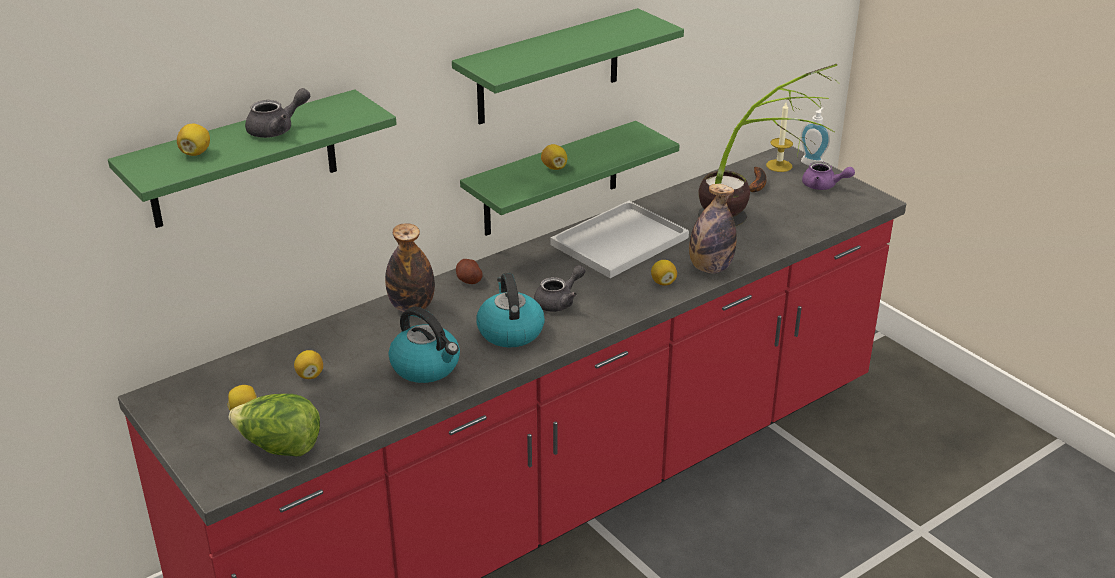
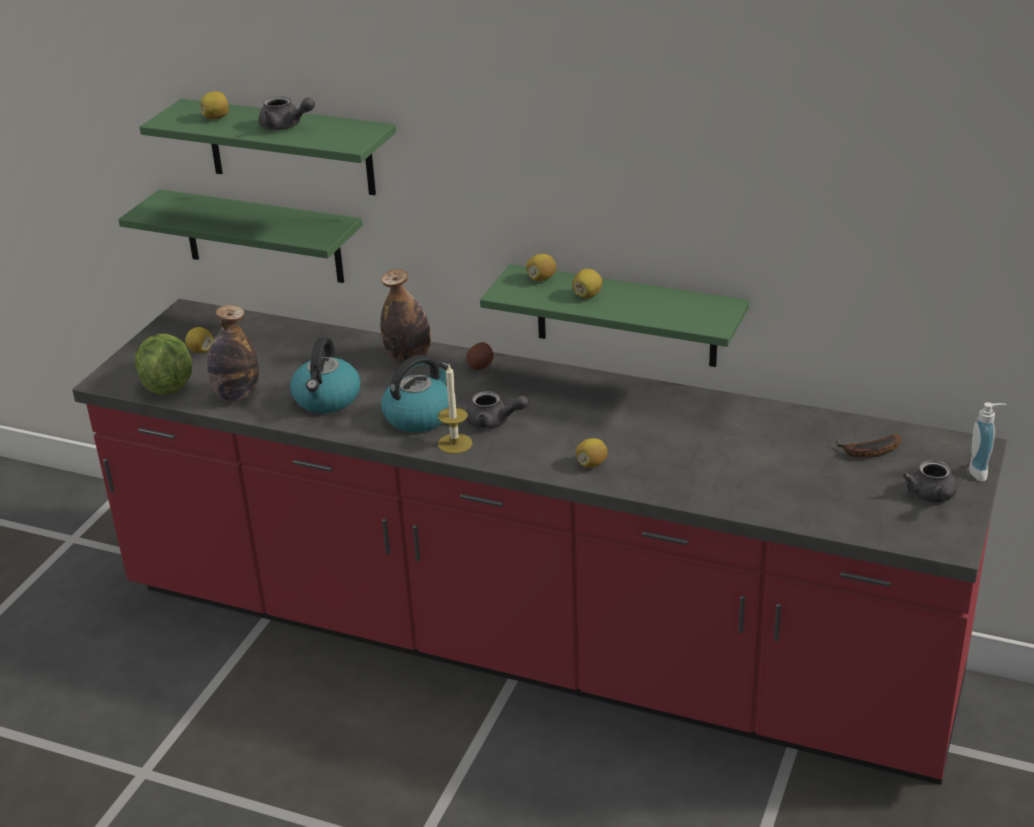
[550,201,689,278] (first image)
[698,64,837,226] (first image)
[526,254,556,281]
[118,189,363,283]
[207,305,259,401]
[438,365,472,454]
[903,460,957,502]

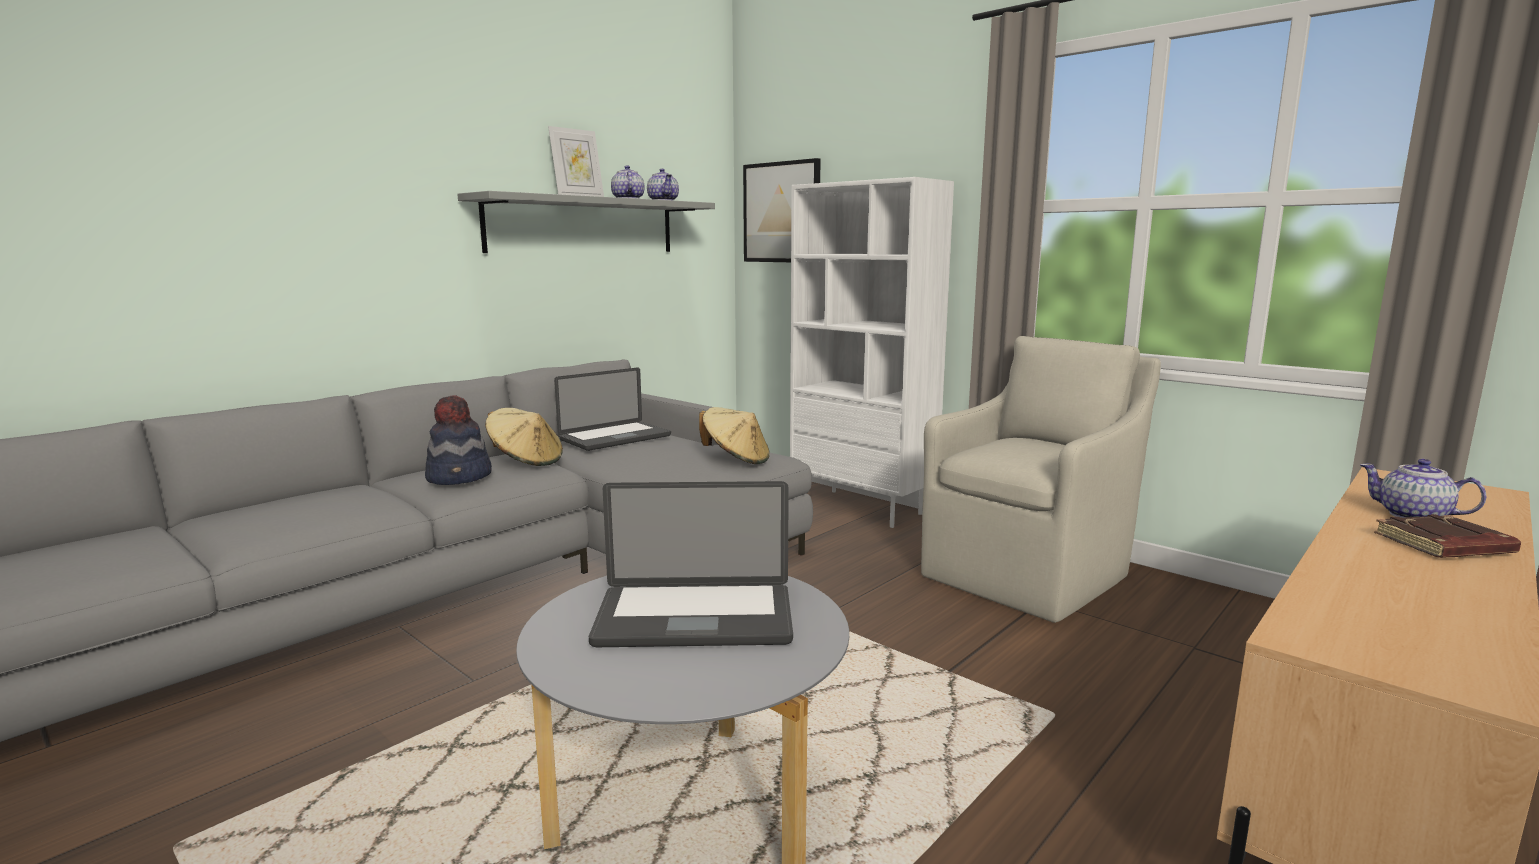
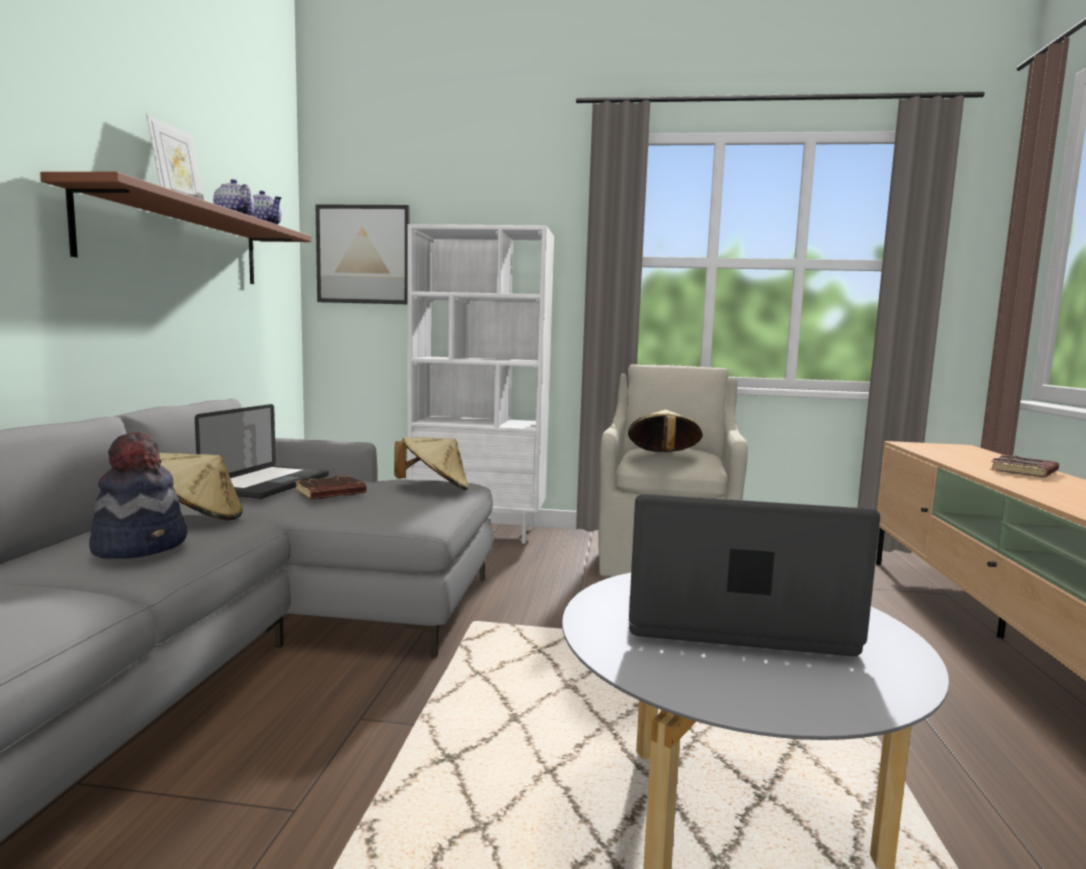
[1360,459,1487,518] (first image)
[295,476,366,499]
[628,410,703,452]
[40,172,312,284]
[629,494,880,656]

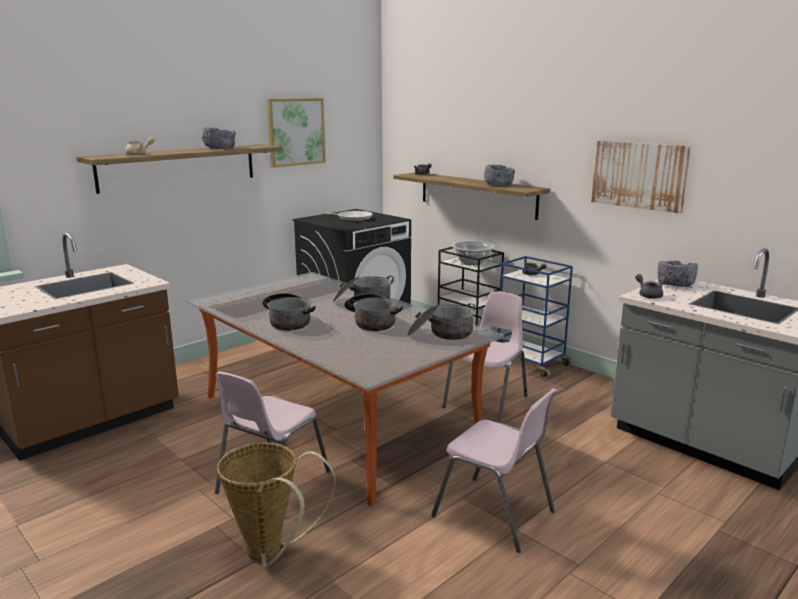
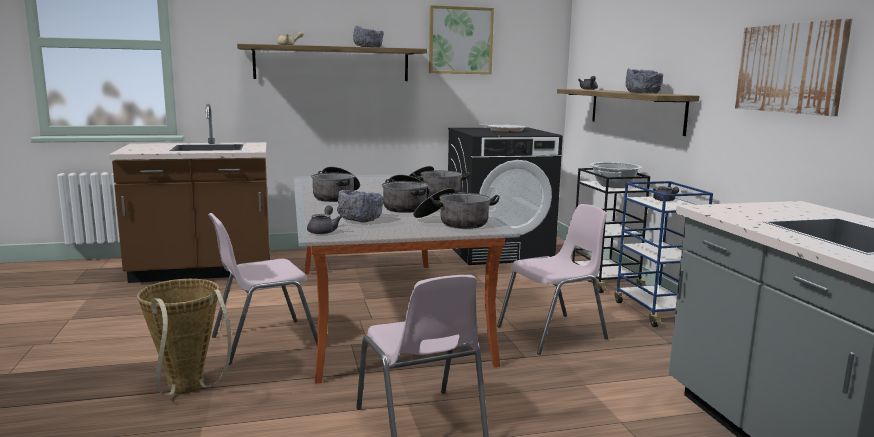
[307,205,342,234]
[337,190,383,223]

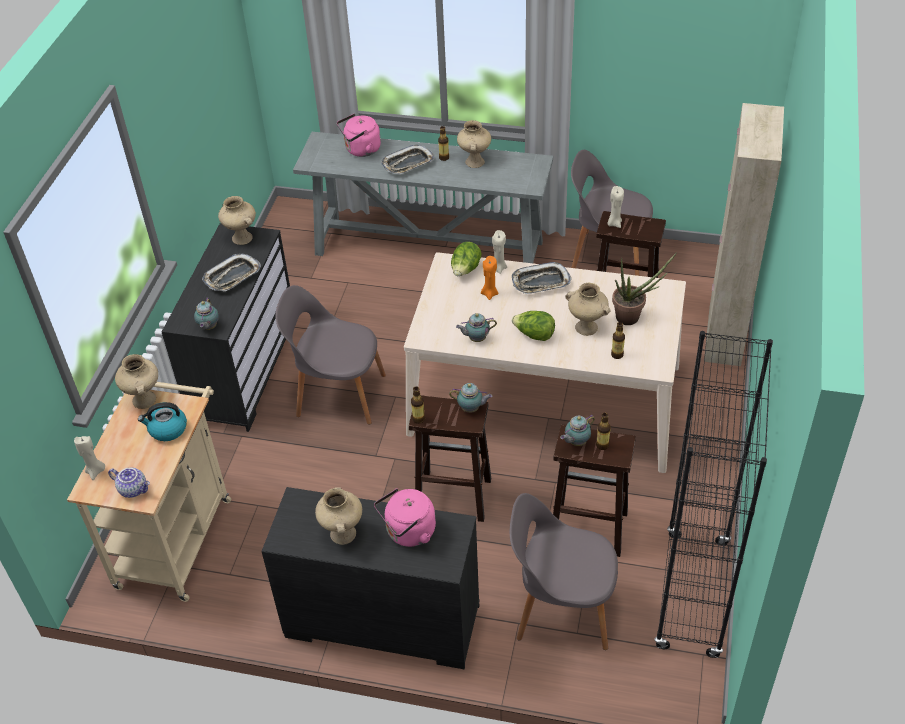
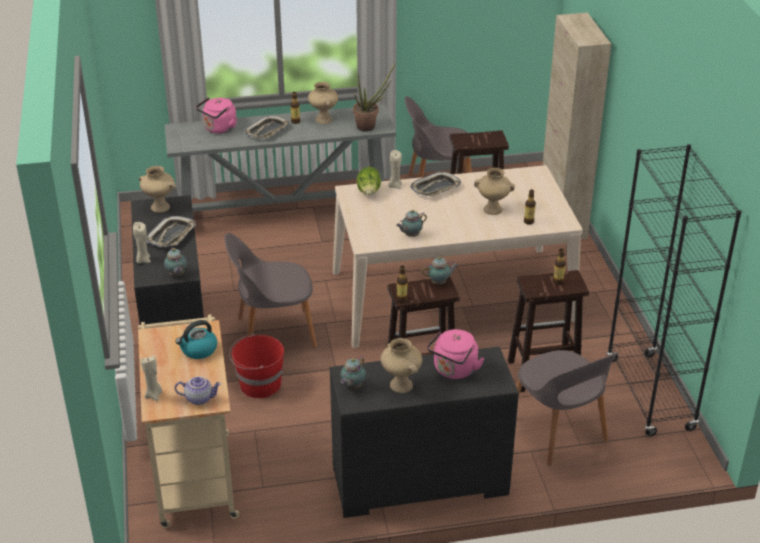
[115,354,158,409] (first image)
[481,256,498,300] (first image)
[512,311,555,341] (first image)
[229,334,284,398]
[341,357,366,389]
[133,222,151,264]
[353,62,396,132]
[516,350,620,466]

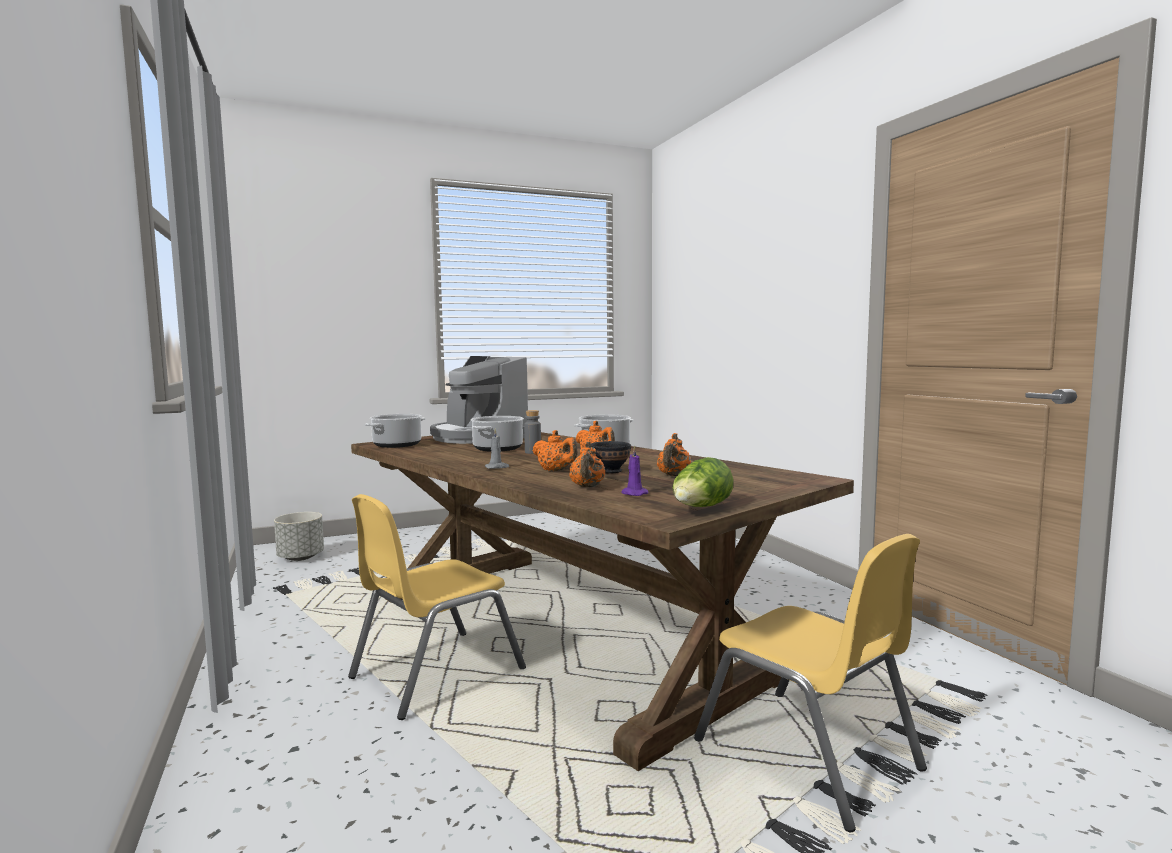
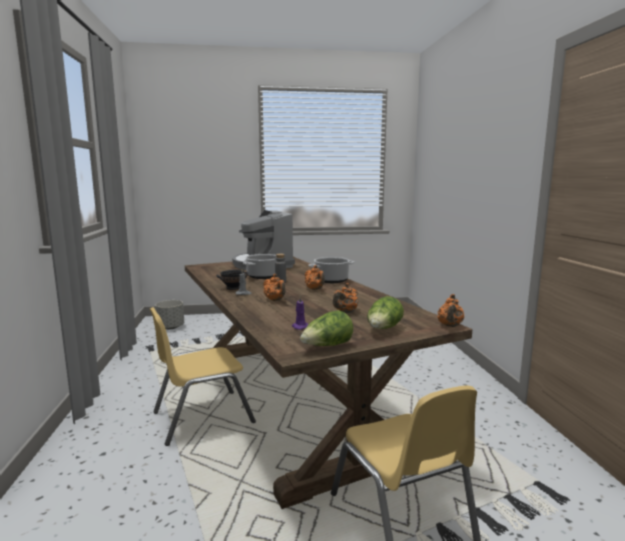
[365,414,426,448] (first image)
[367,296,404,329]
[438,294,464,327]
[216,270,249,290]

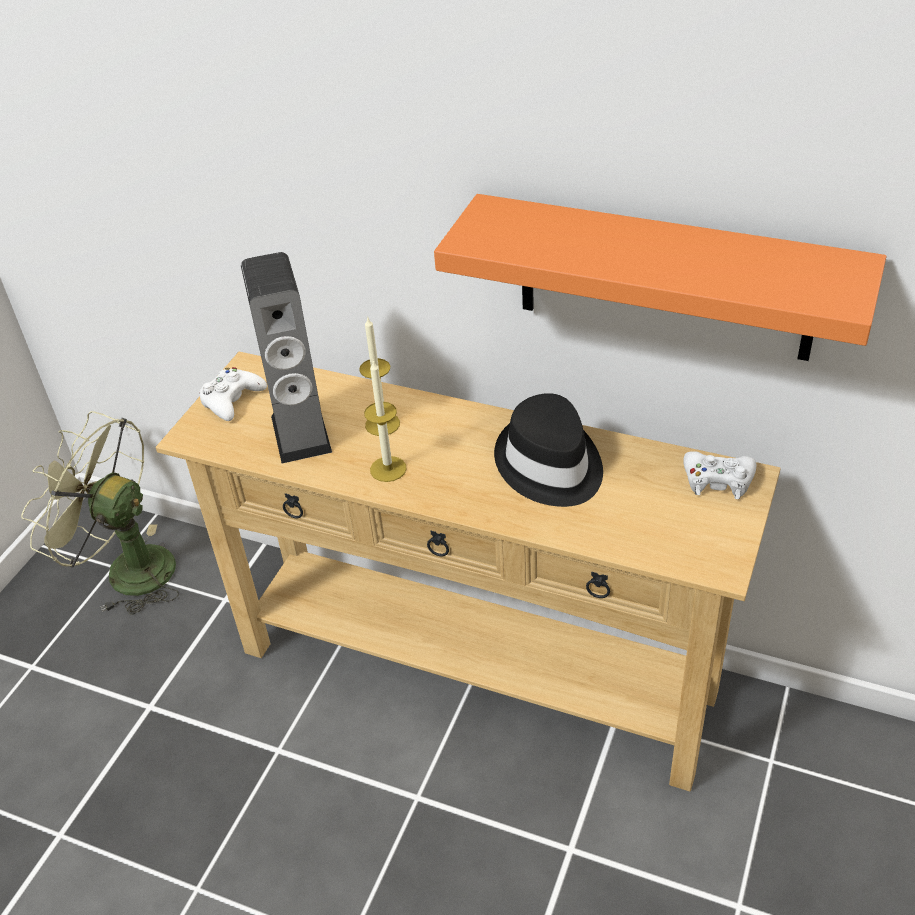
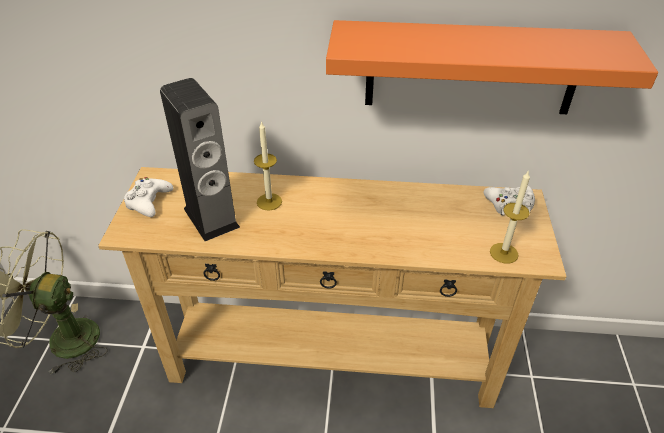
[494,393,603,507] (first image)
[490,170,530,264]

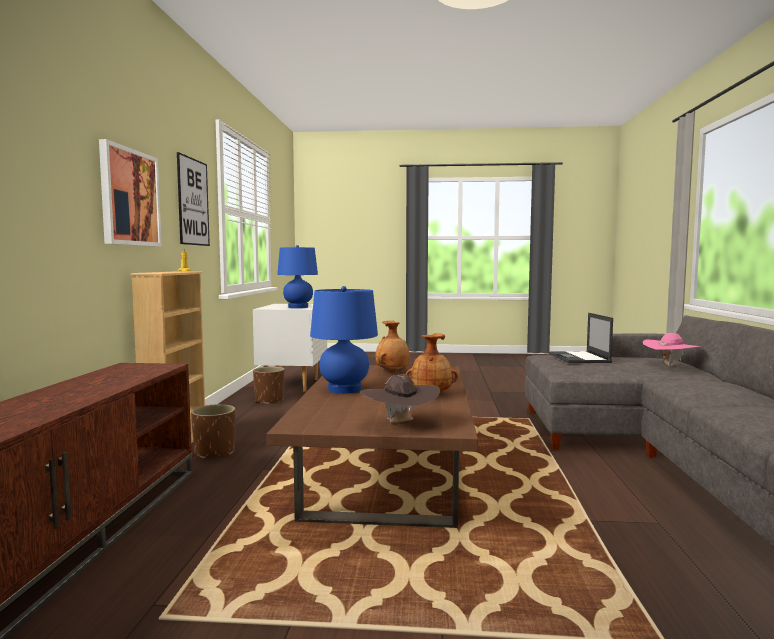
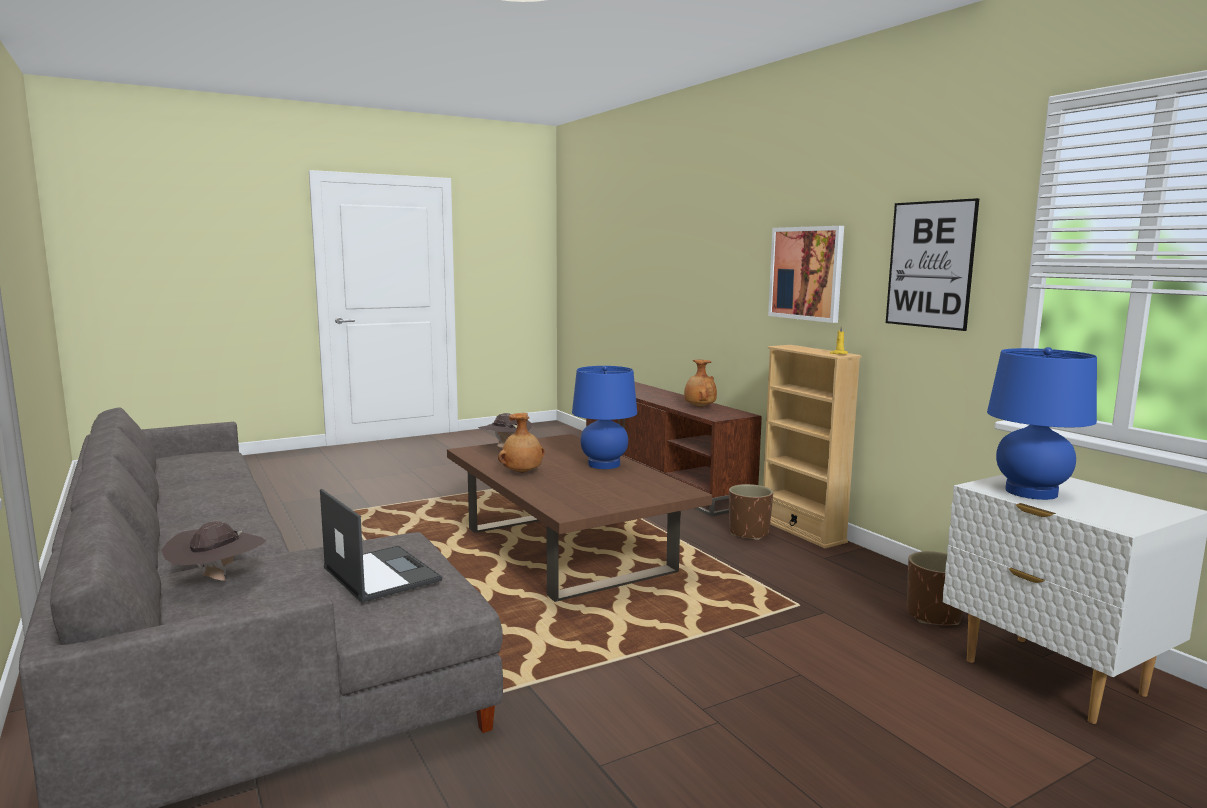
[684,360,717,407]
[161,521,266,581]

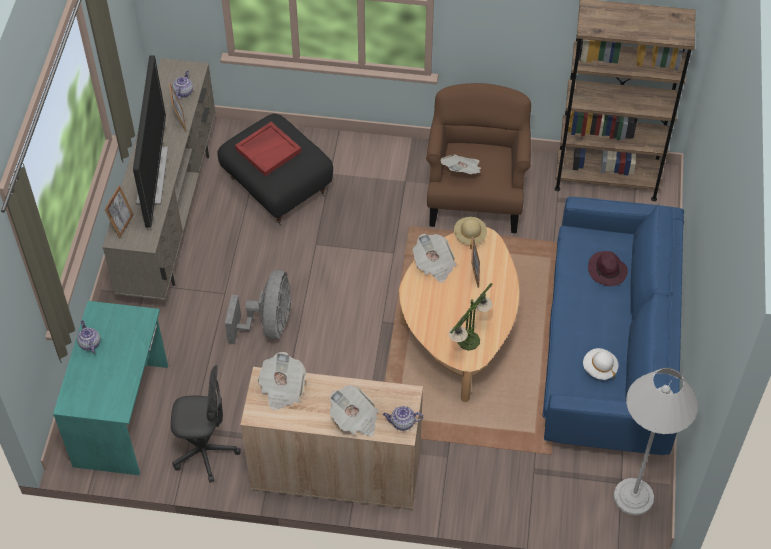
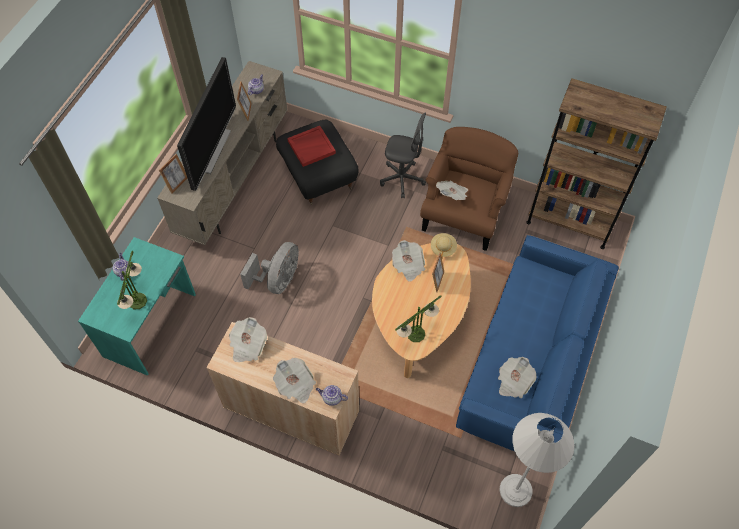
[588,251,628,286] (first image)
[117,251,147,309]
[380,113,426,198]
[498,357,536,398]

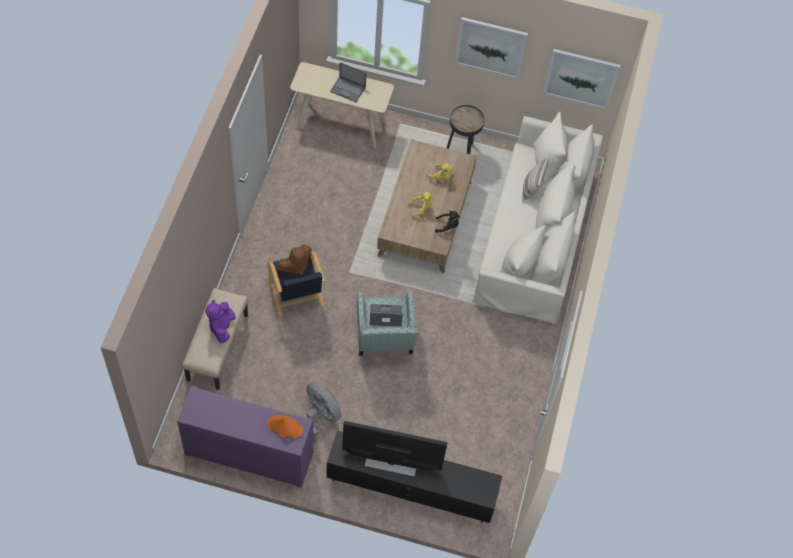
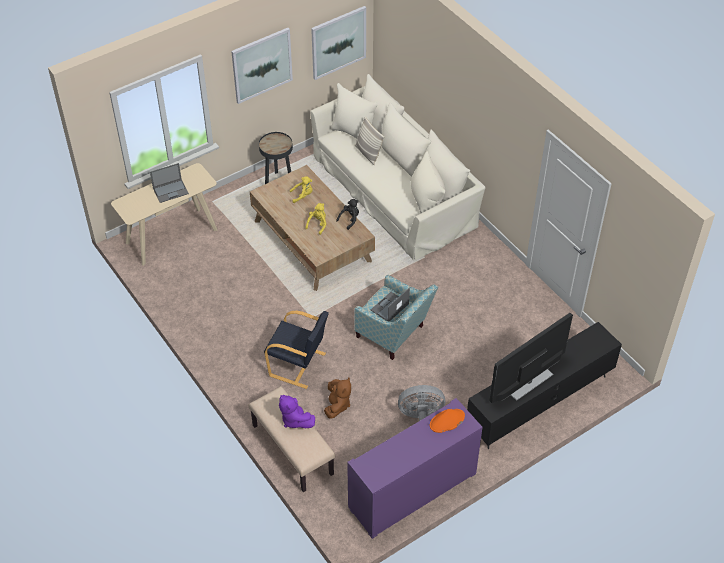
[324,378,351,419]

